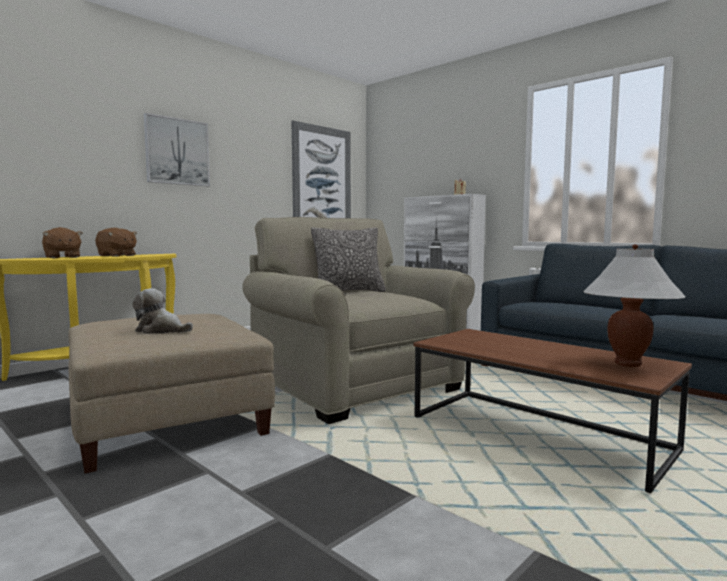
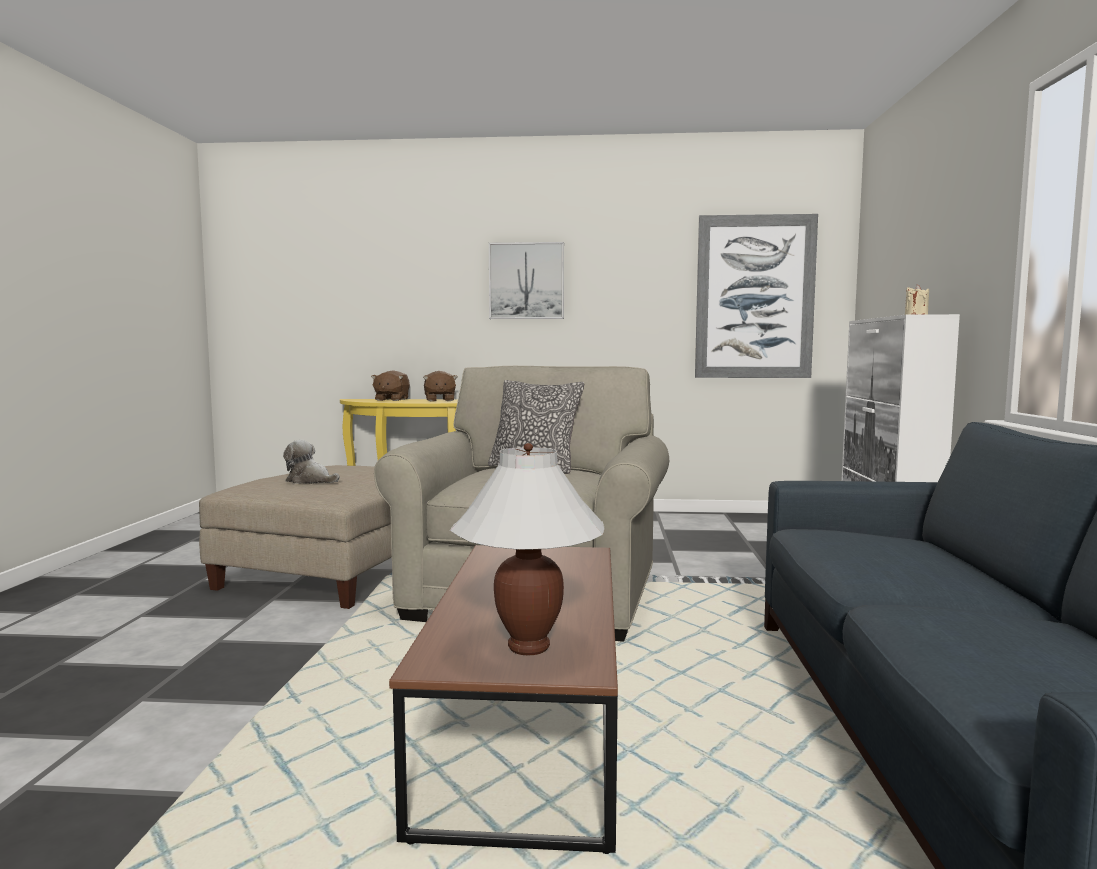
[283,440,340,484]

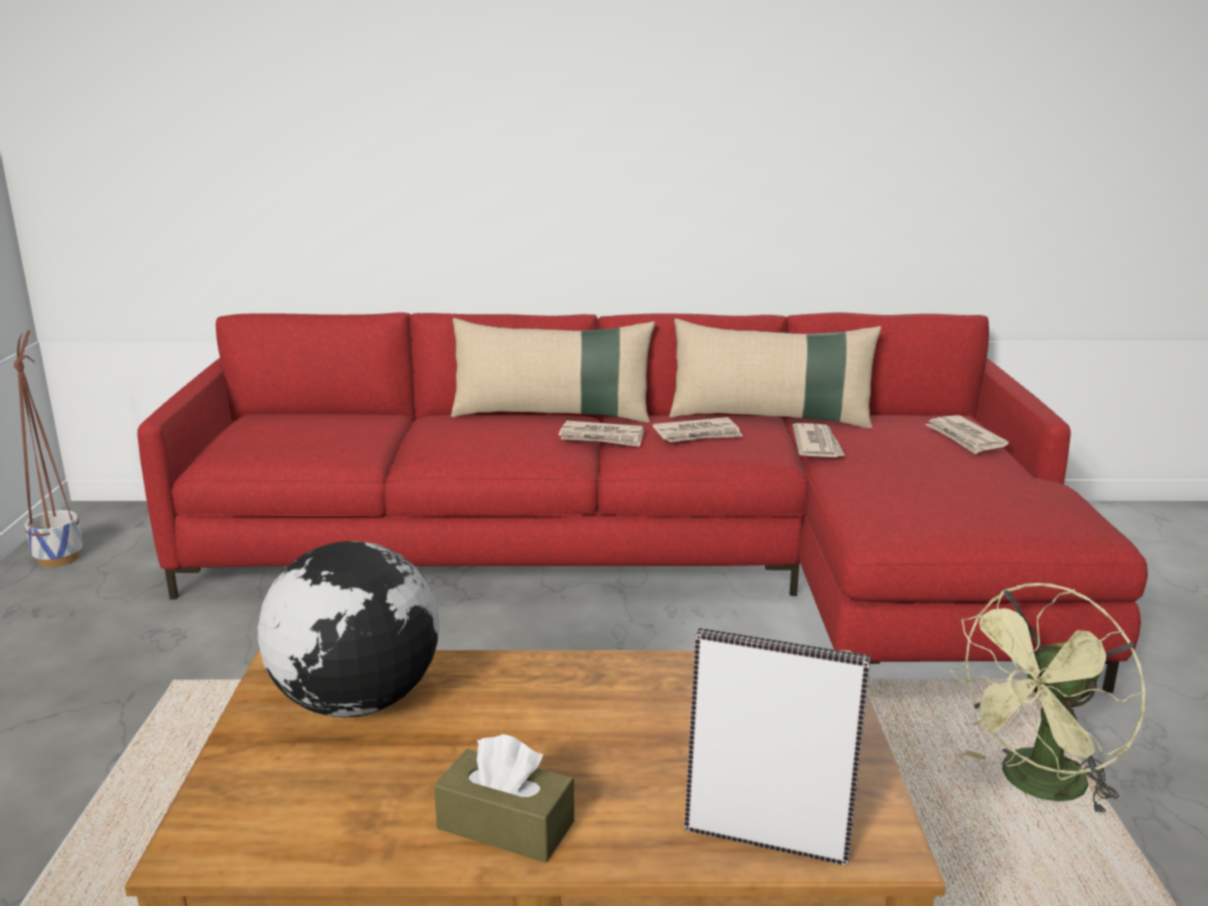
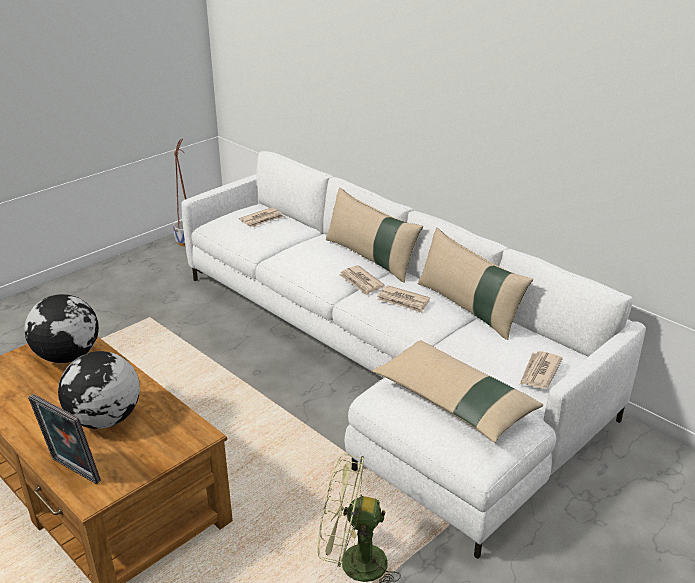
[434,734,574,863] (first image)
[58,351,140,429]
[373,340,543,443]
[239,207,284,227]
[181,151,646,559]
[28,394,101,484]

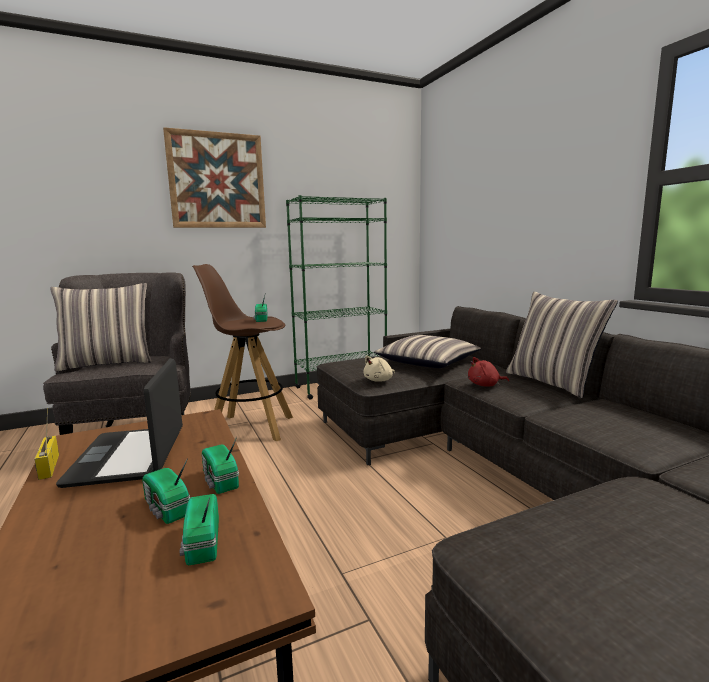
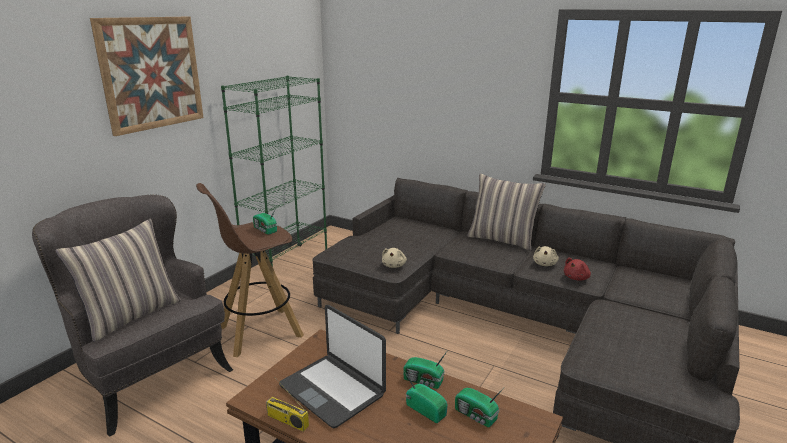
[374,335,481,368] (first image)
[533,246,559,266]
[564,258,591,281]
[404,371,448,423]

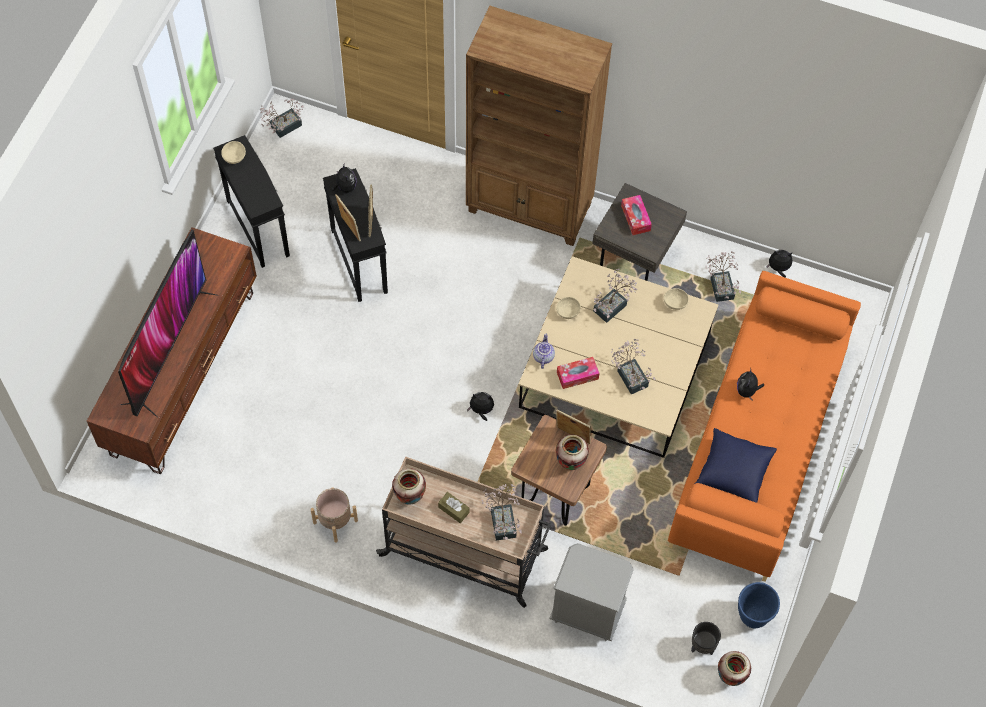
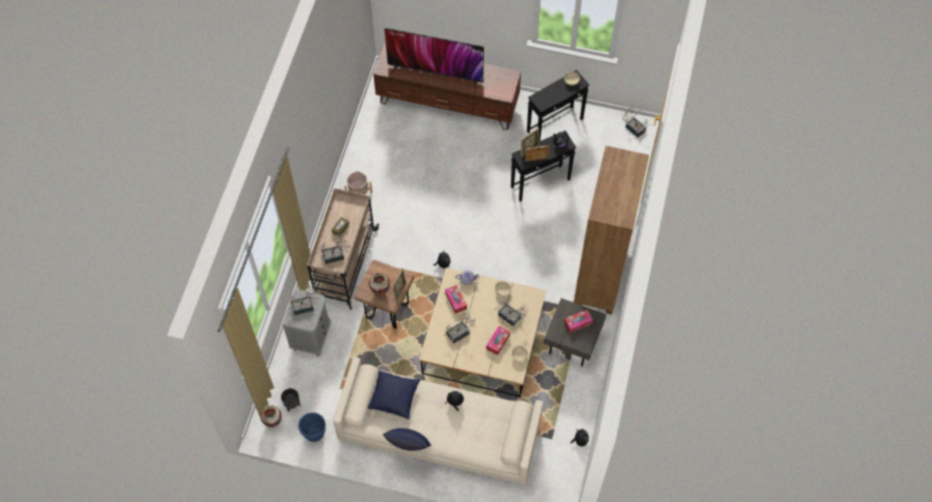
[392,468,426,505] (first image)
[383,428,431,451]
[486,326,510,355]
[285,285,320,315]
[333,357,543,486]

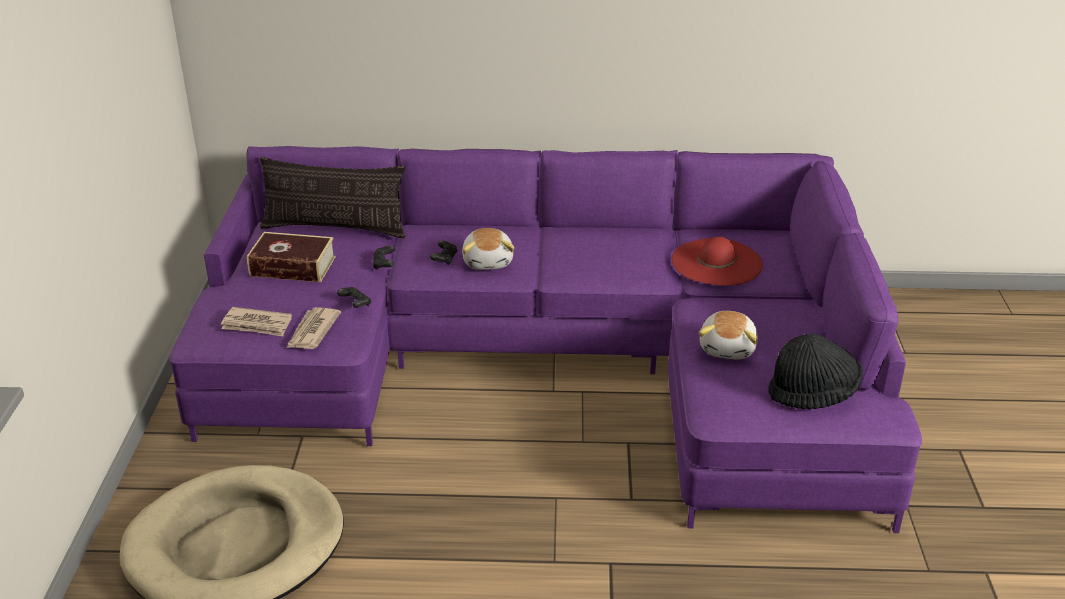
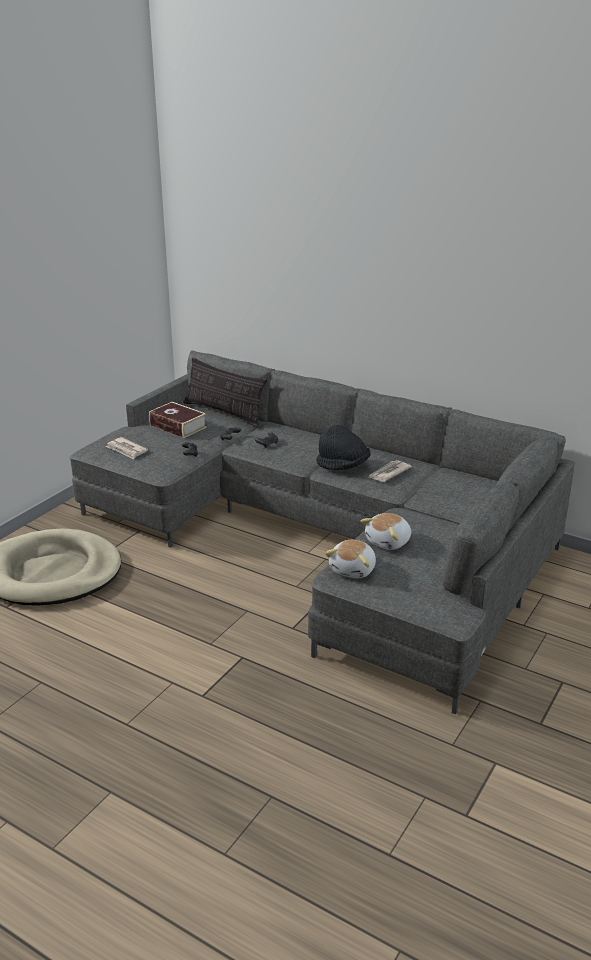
[672,237,763,285] (first image)
[368,460,412,482]
[325,540,376,578]
[316,425,371,470]
[70,350,575,714]

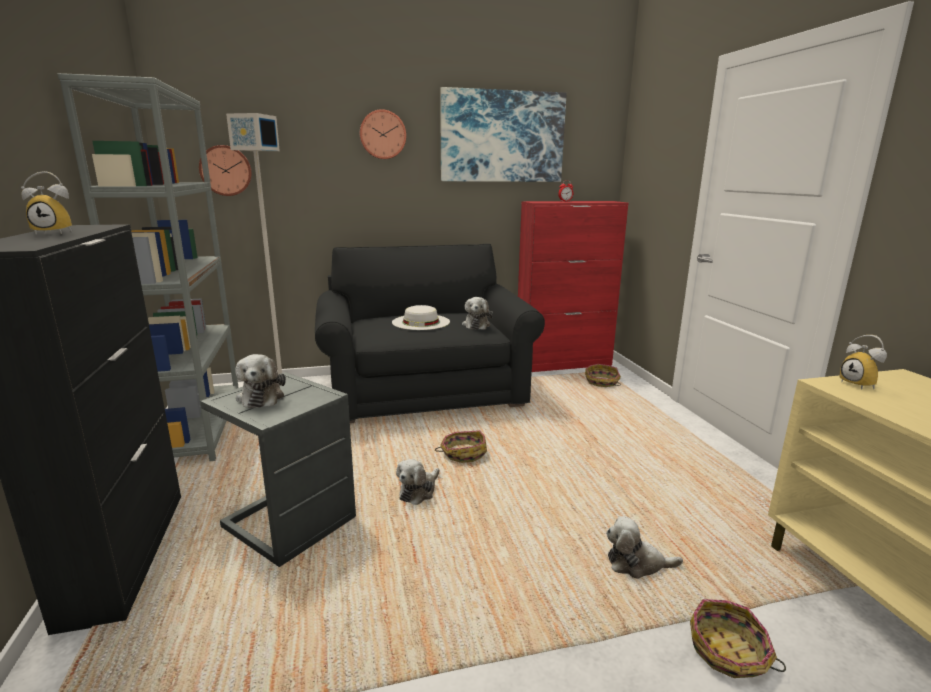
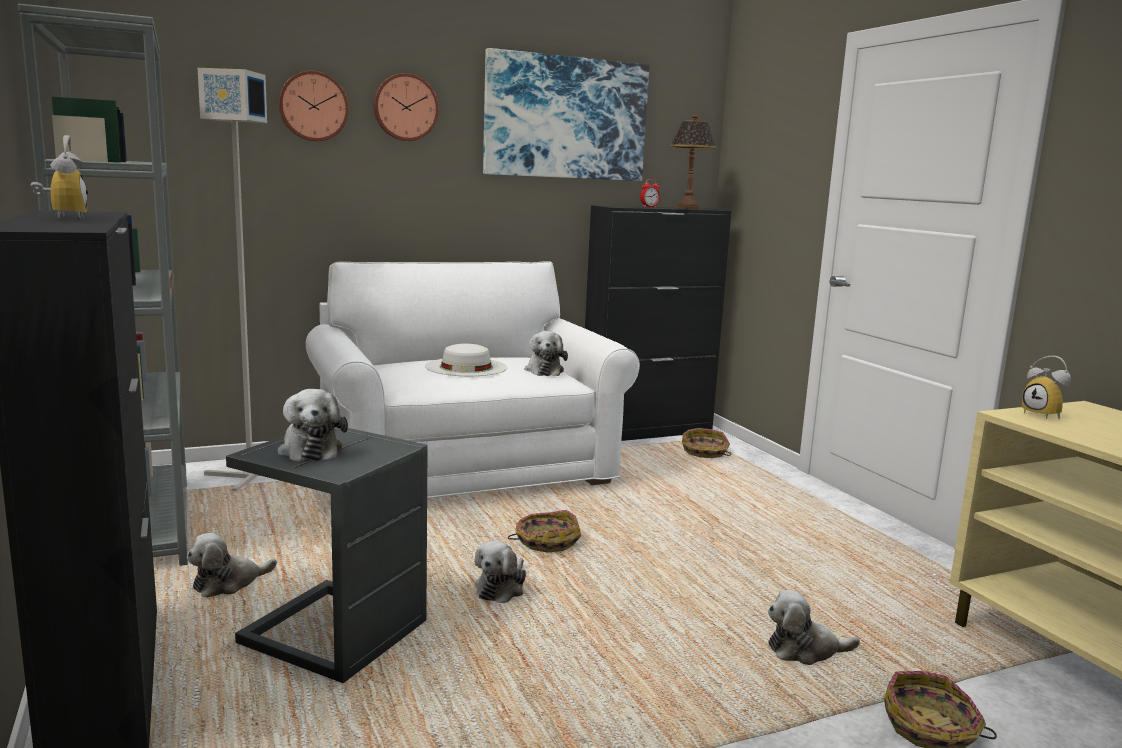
[187,533,277,597]
[670,115,717,209]
[278,71,349,141]
[306,262,640,498]
[585,205,731,441]
[31,135,88,219]

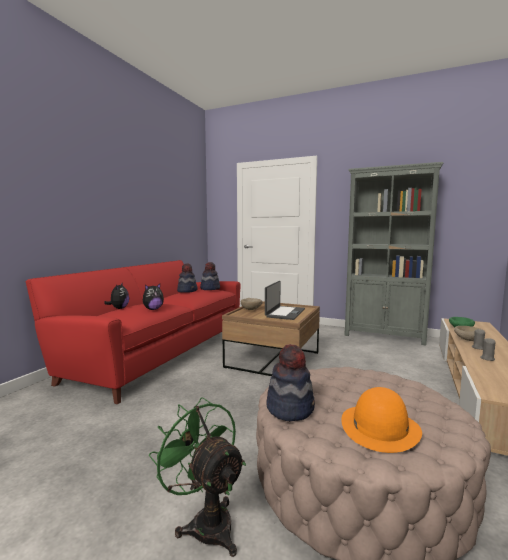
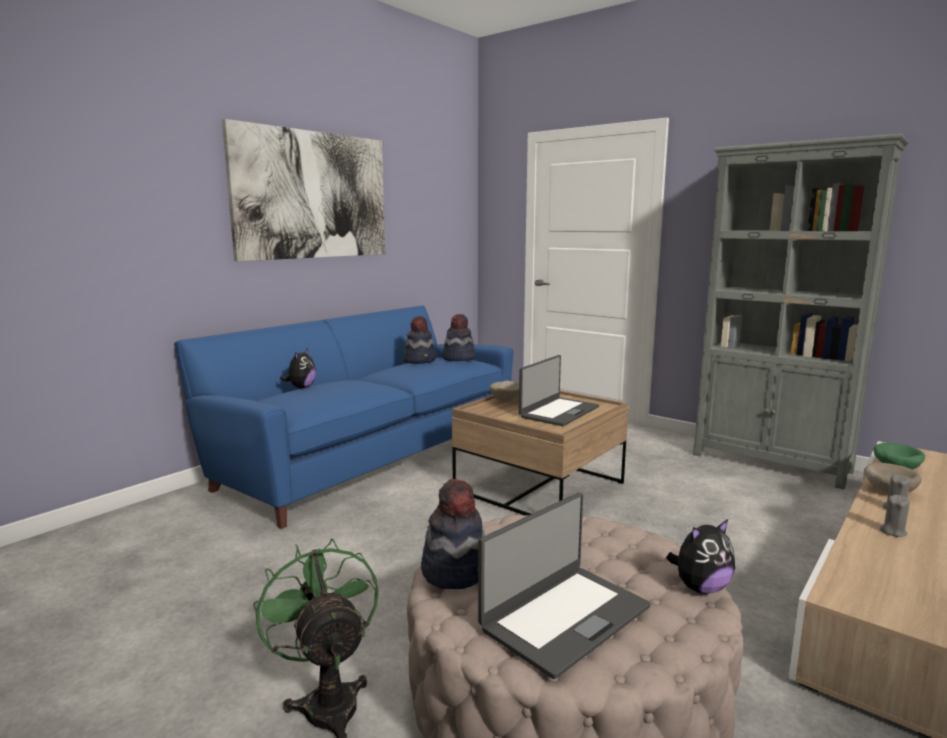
[222,119,385,261]
[666,519,735,594]
[478,492,651,679]
[174,305,514,529]

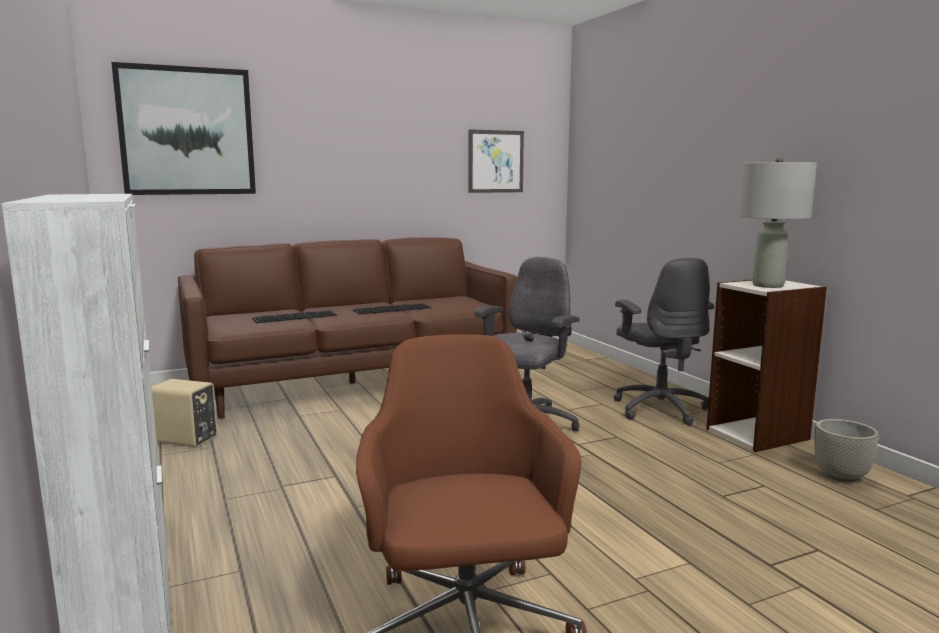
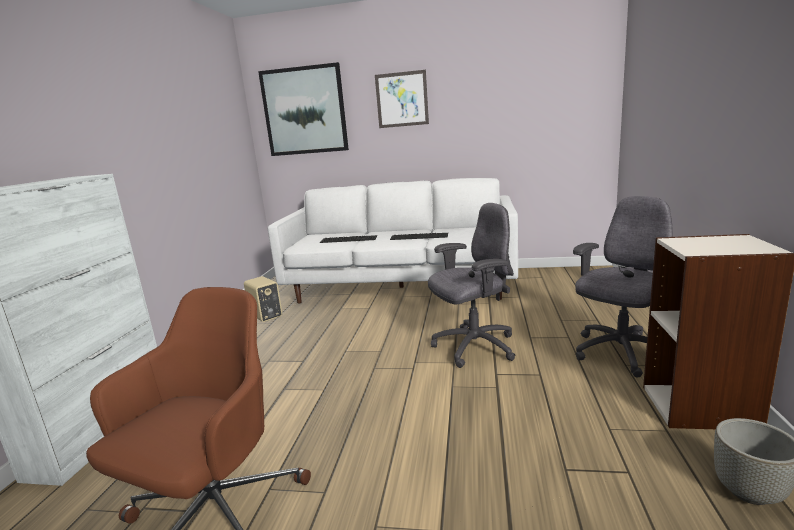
[739,157,817,288] (first image)
[375,70,429,128]
[267,178,518,303]
[573,196,673,377]

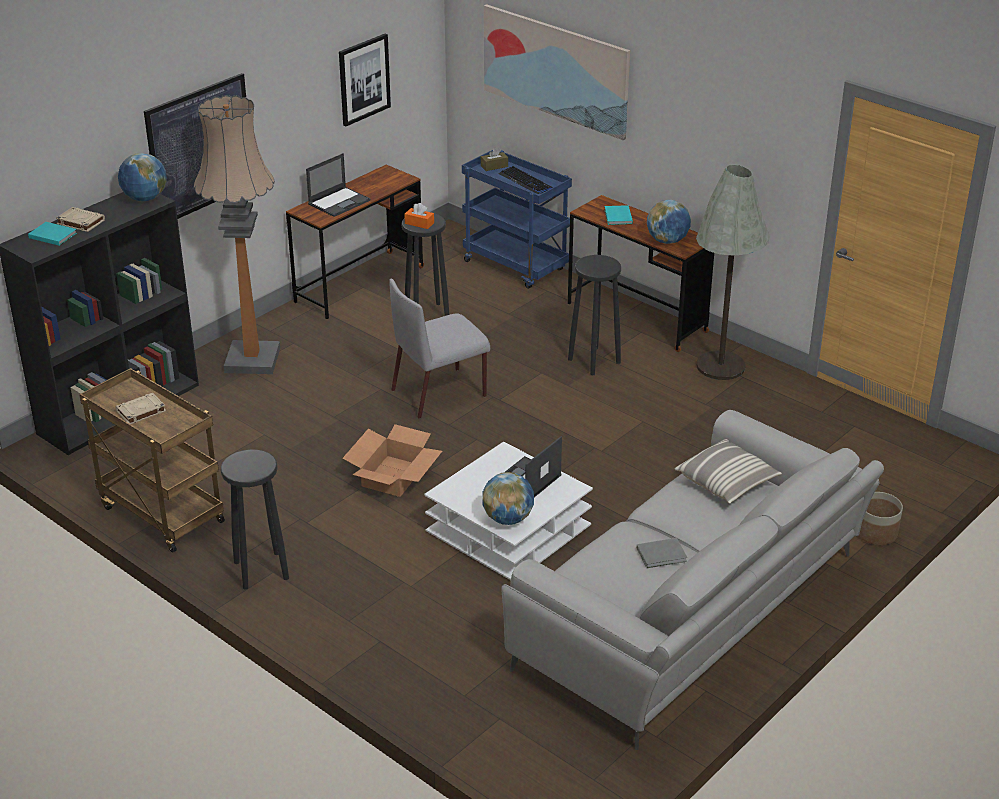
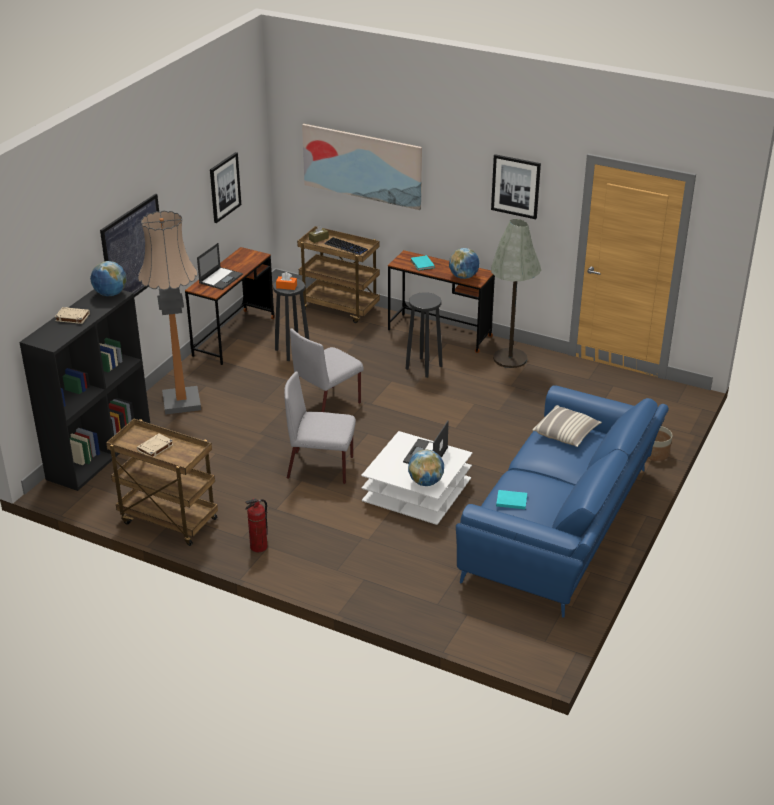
[637,538,687,568] (first image)
[491,154,541,219]
[496,490,527,509]
[245,498,268,552]
[284,371,356,484]
[297,226,380,323]
[456,385,669,618]

